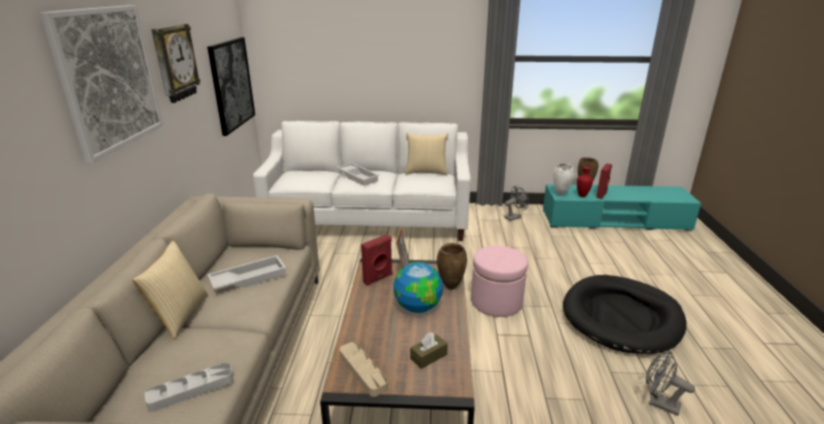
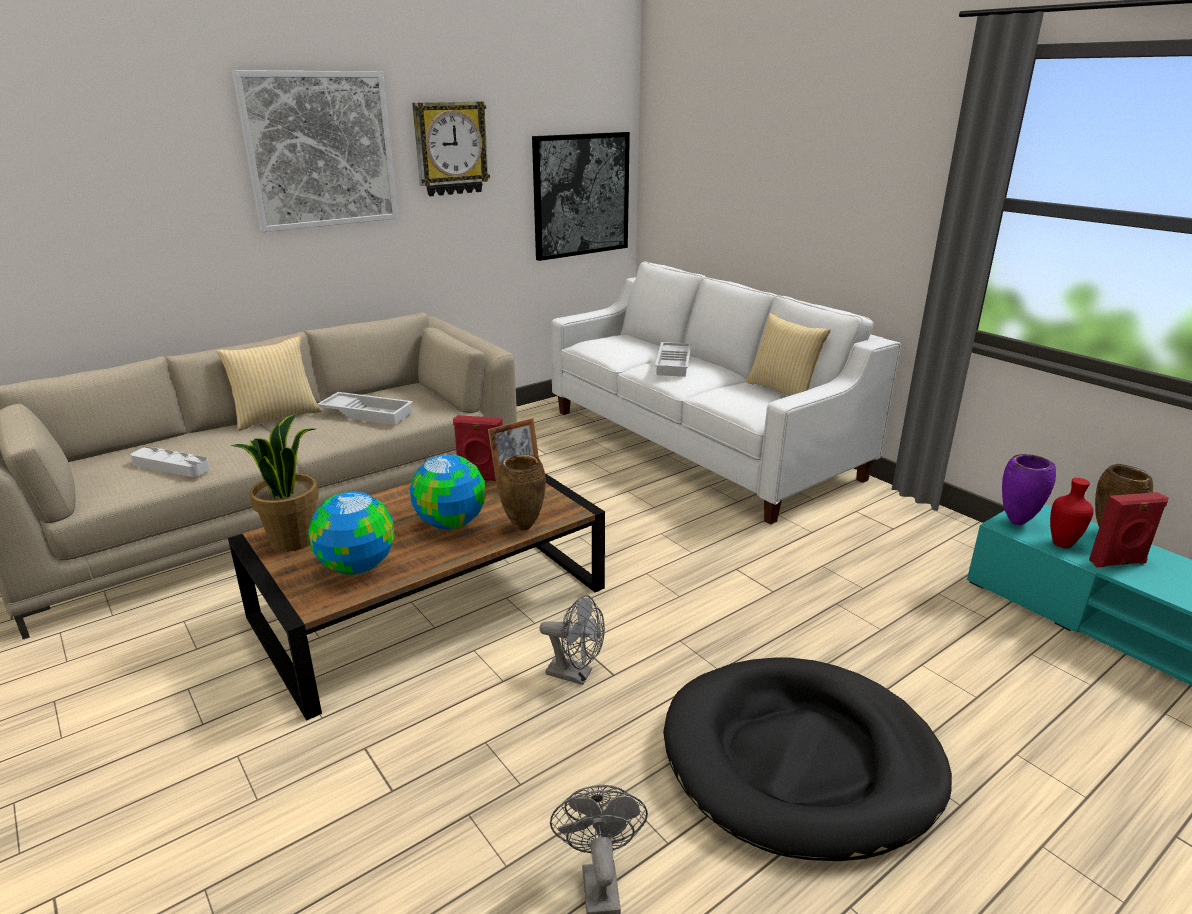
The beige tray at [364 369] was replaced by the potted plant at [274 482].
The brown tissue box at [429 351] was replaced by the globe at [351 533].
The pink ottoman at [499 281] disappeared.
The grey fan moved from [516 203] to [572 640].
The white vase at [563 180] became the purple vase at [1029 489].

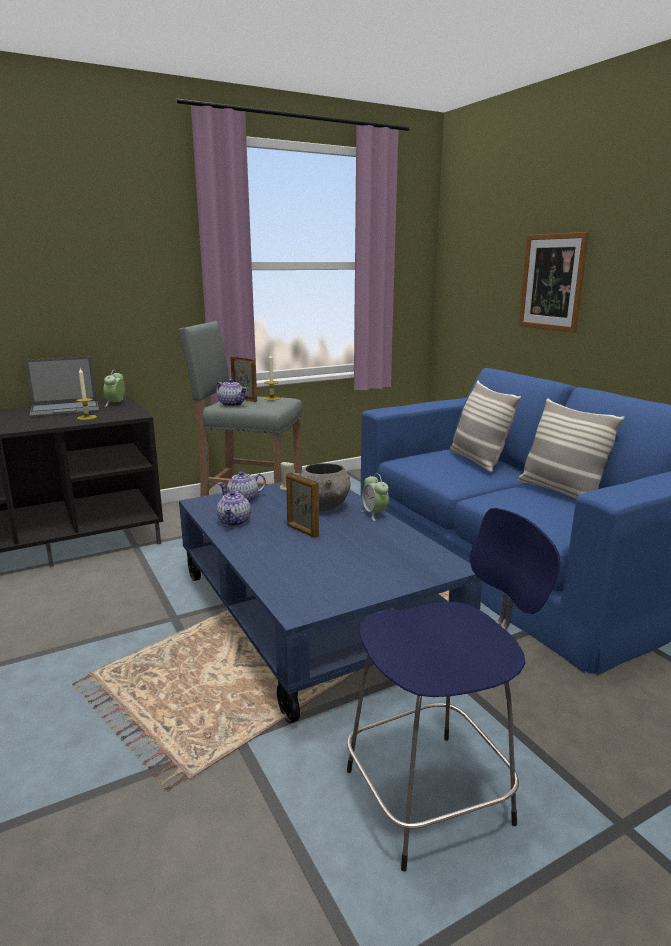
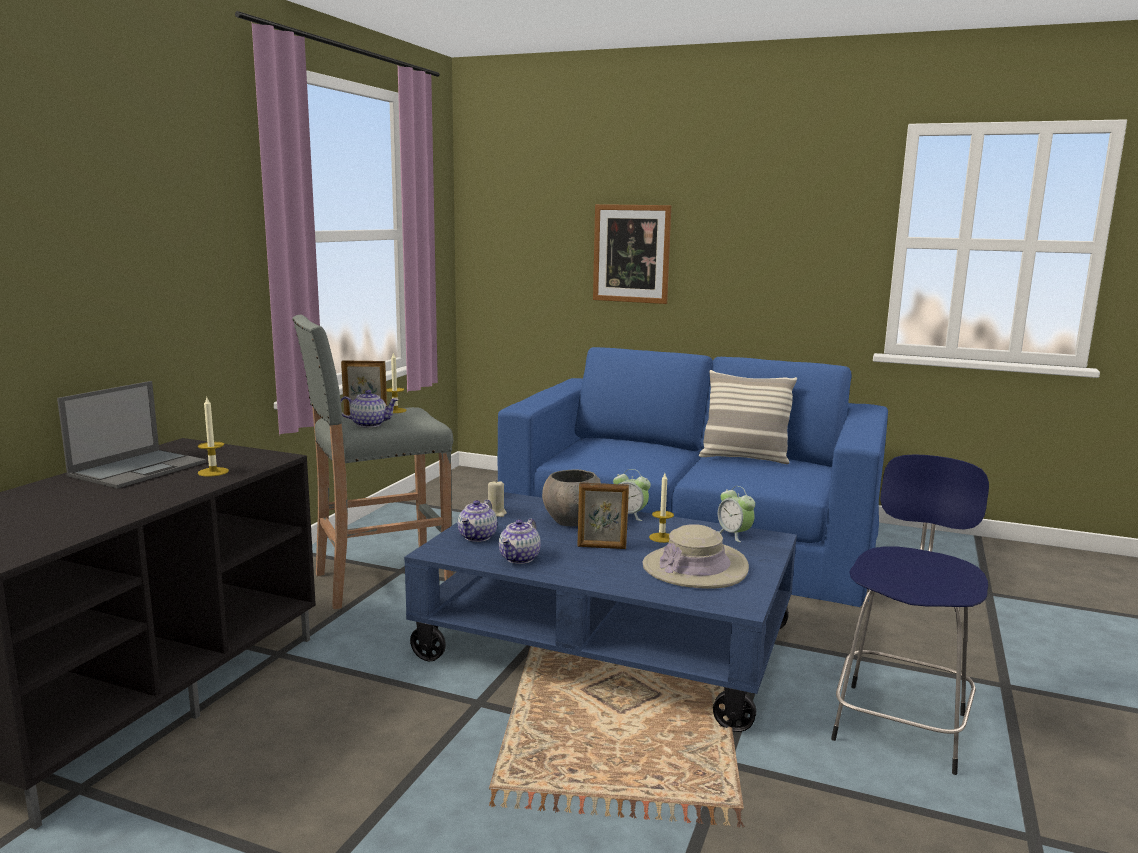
The alarm clock moved from [114 388] to [736 514].
The teapot at [234 507] turned 60 degrees clockwise.
The pillow at [485 427] disappeared.
The beige hat at [695 556] appeared.
The candle at [661 508] appeared.

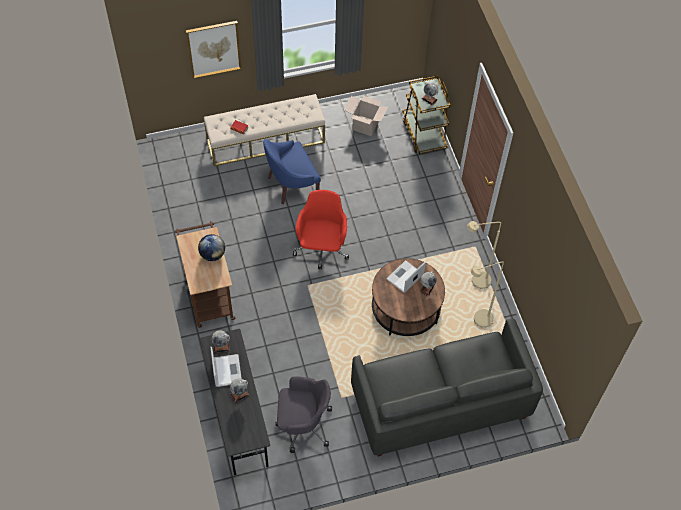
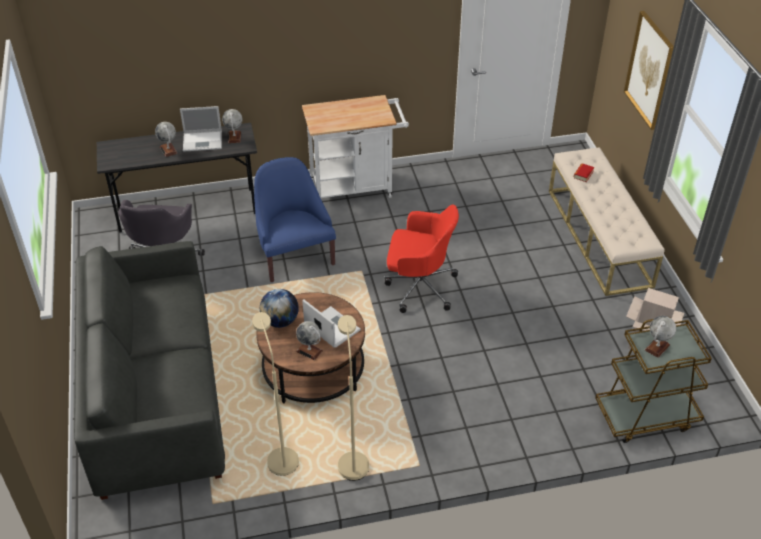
The brown cart at [205 274] became the white cart at [355 146].
The globe moved from [211 247] to [279 308].
The blue armchair moved from [292 171] to [295 219].

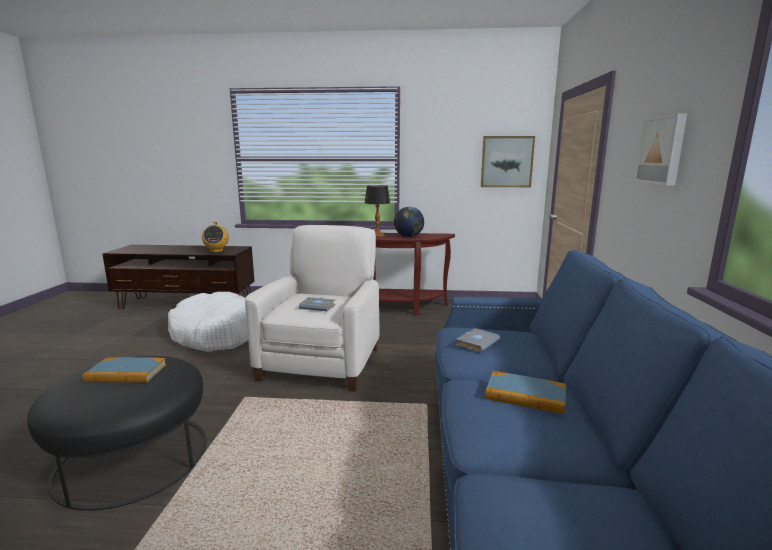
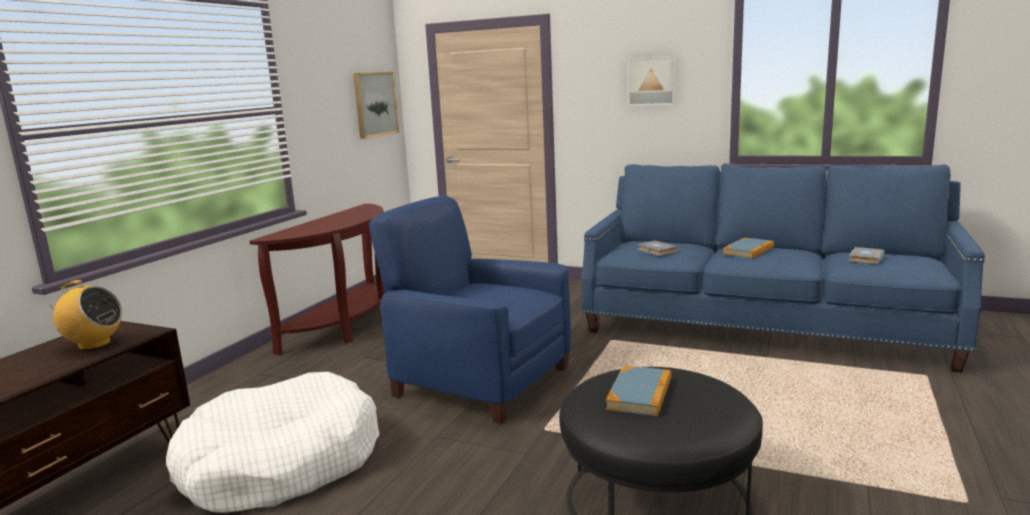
The white armchair at [312 308] became the blue armchair at [470 310].
The grey book moved from [317 304] to [867 255].
The table lamp at [377 211] disappeared.
The globe at [409 222] disappeared.

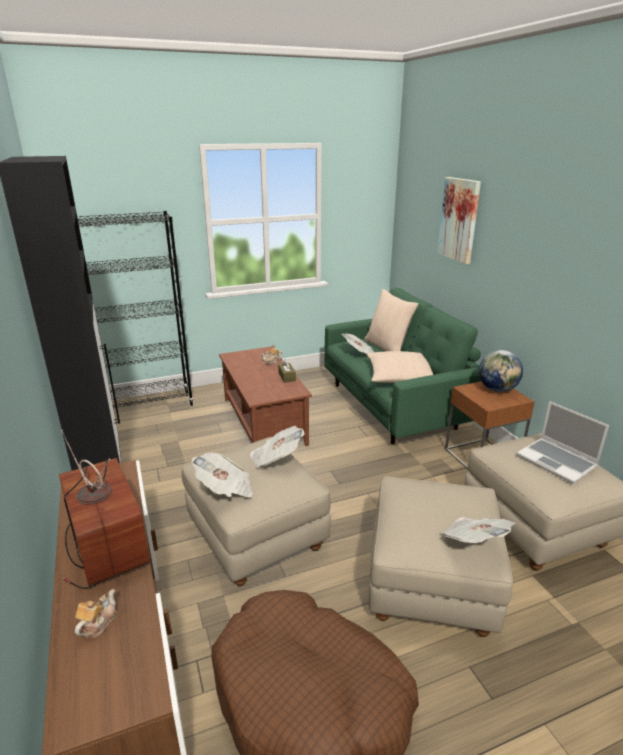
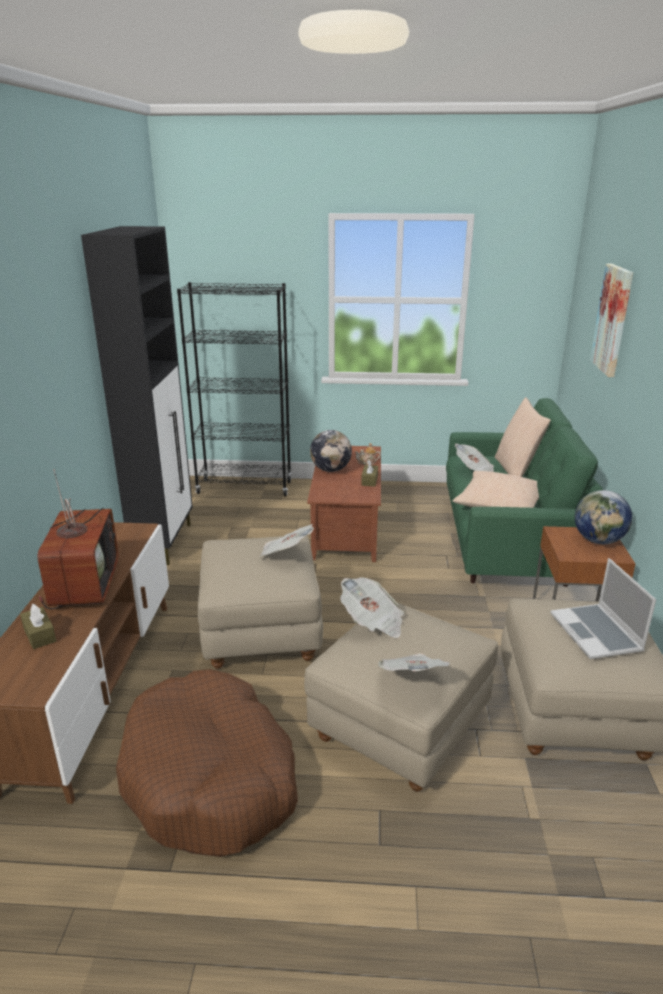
The teapot at [96 613] was replaced by the brown tissue box at [38 626].
The newspaper moved from [222 475] to [372 607].
The globe at [331 451] appeared.

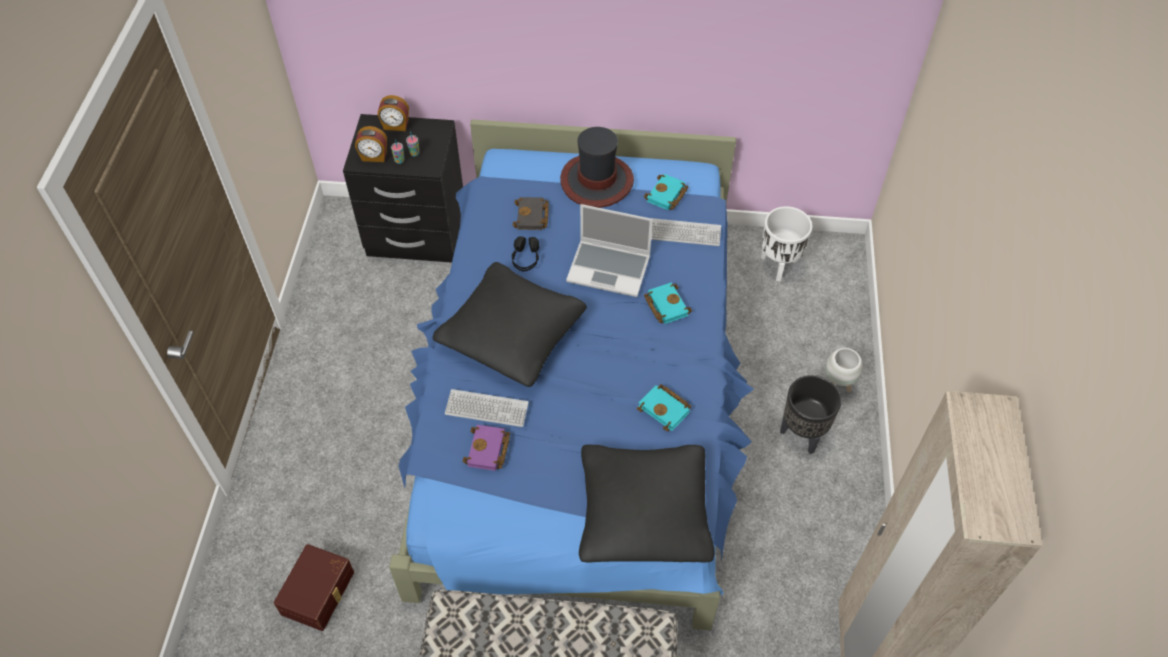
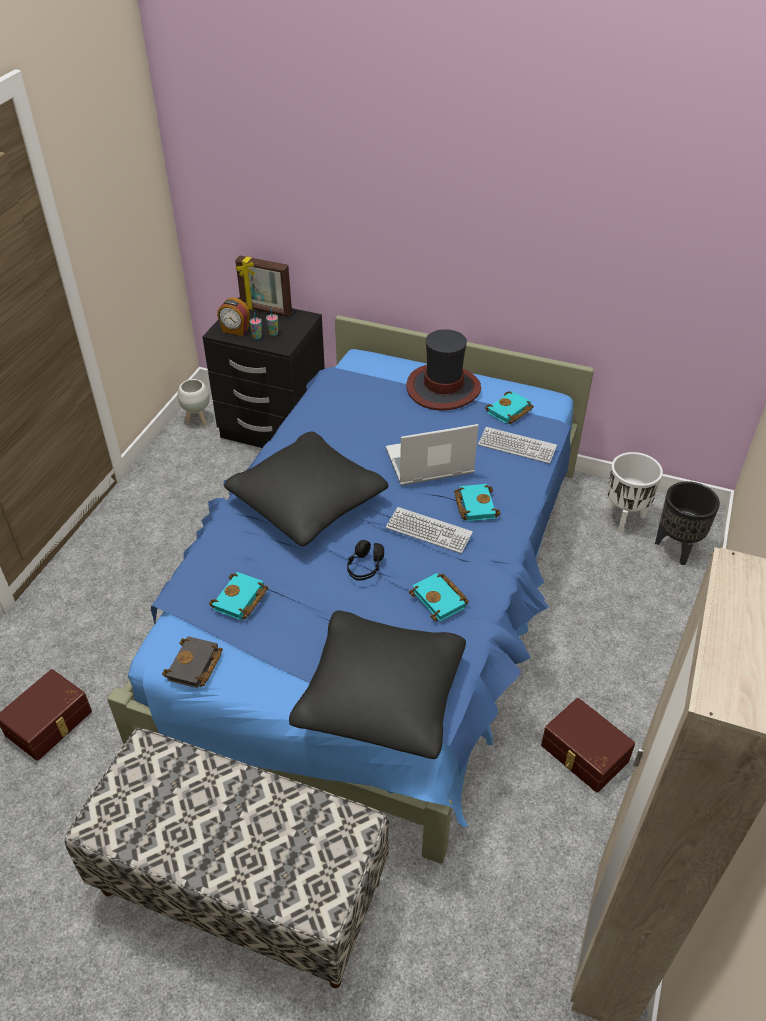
The alarm clock at [393 113] was replaced by the picture frame at [263 286].
The keyboard moved from [487 408] to [429 530].
The purple book at [486 448] became the turquoise book at [238 596].
The black headphones moved from [525 254] to [365 560].
The black book moved from [531 213] to [192 662].
The laptop at [609 250] turned 135 degrees clockwise.
The black planter moved from [811 414] to [687 523].
The white planter moved from [844 370] to [194 402].
The brown storage box at [588 745] appeared.

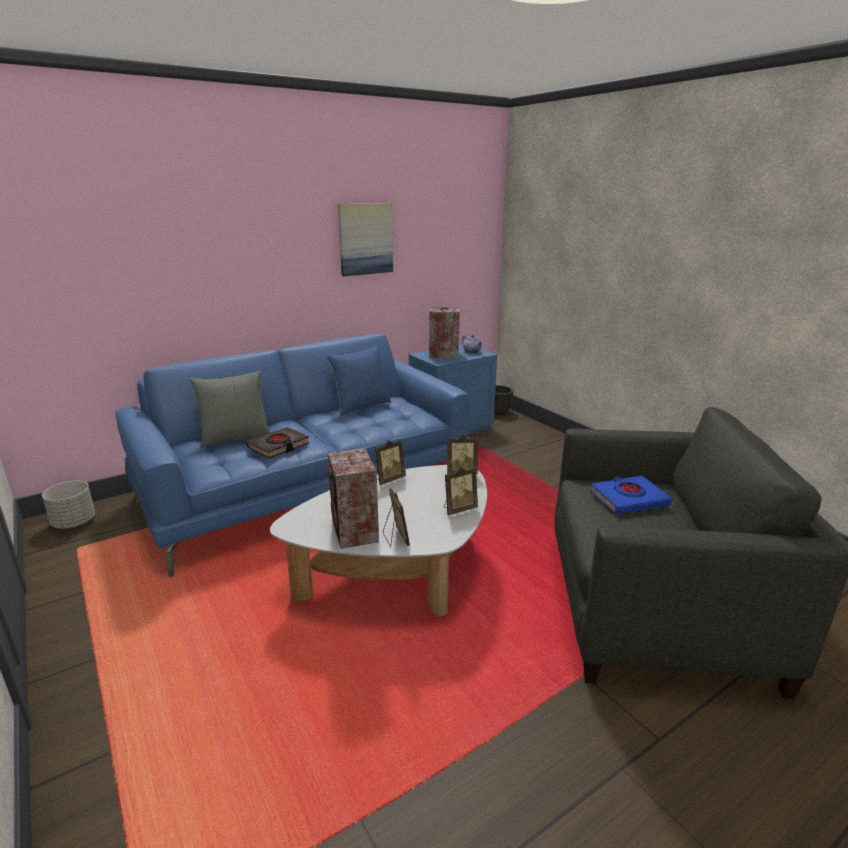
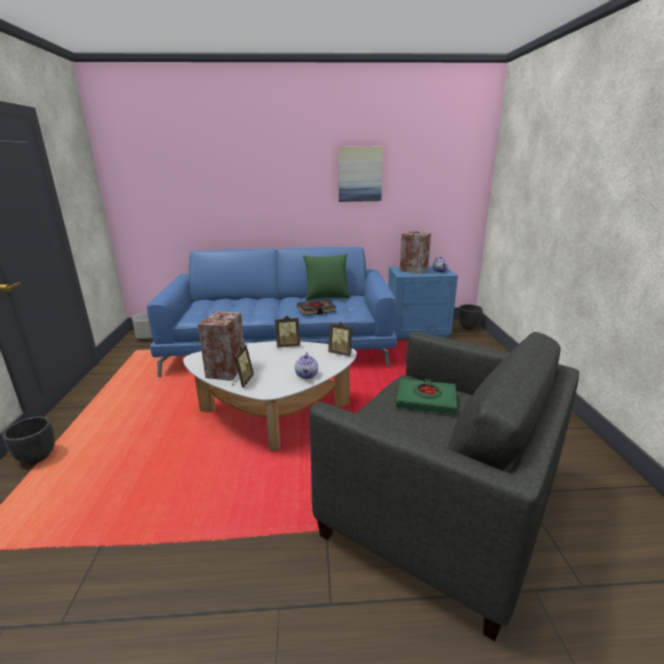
The grey pillow at [229 409] disappeared.
The black book moved from [278 442] to [316 307].
The blue pillow at [358 380] became the green pillow at [326 277].
The picture frame at [461 491] was replaced by the teapot at [306 365].
The blue book at [631 495] became the green book at [426 396].
The black planter at [28 440] appeared.

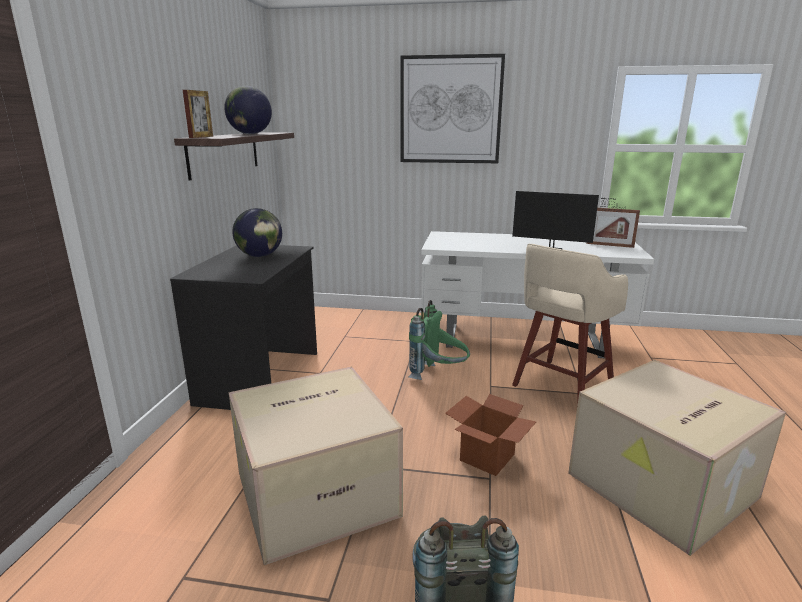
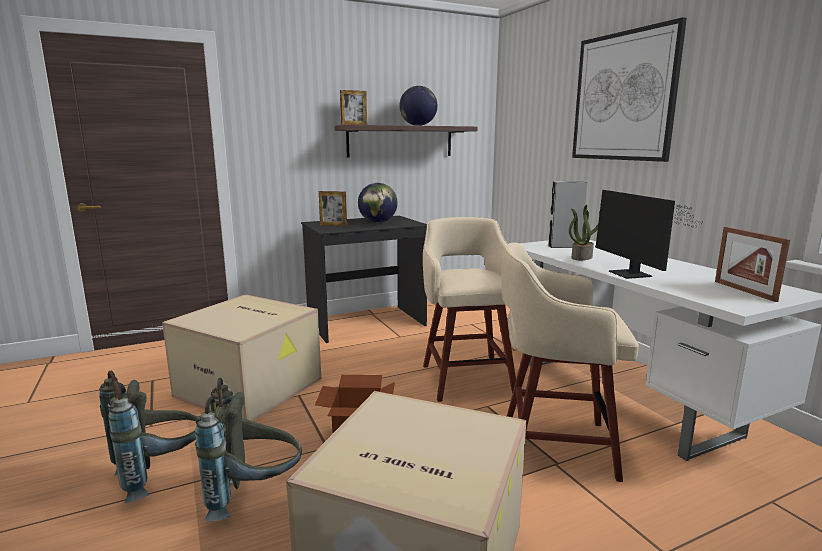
The green backpack at [439 340] was replaced by the beige stool at [469 309].
The grey backpack at [248 449] appeared.
The picture frame at [333 208] appeared.
The grey speaker at [567 215] appeared.
The potted plant at [584 232] appeared.

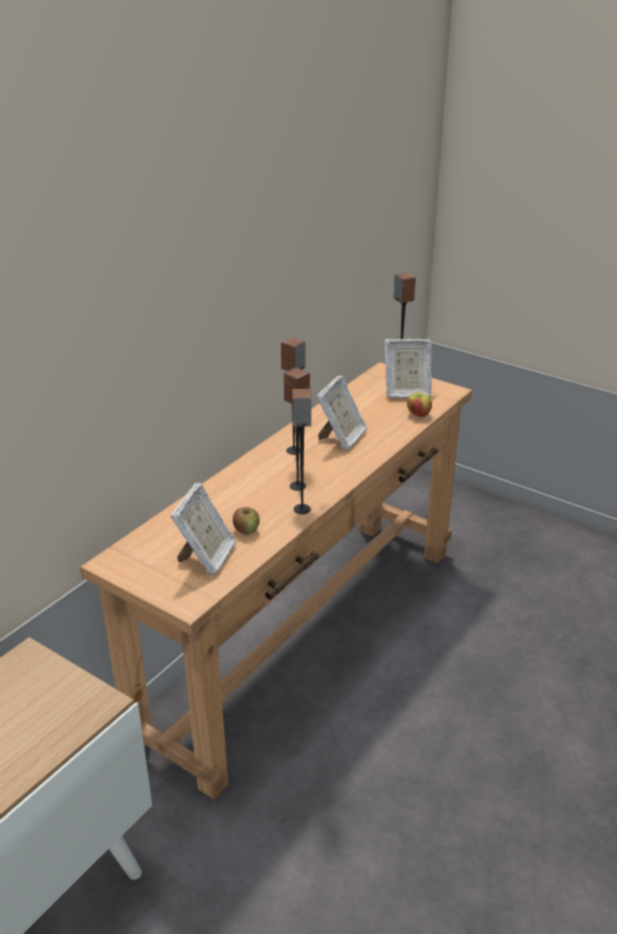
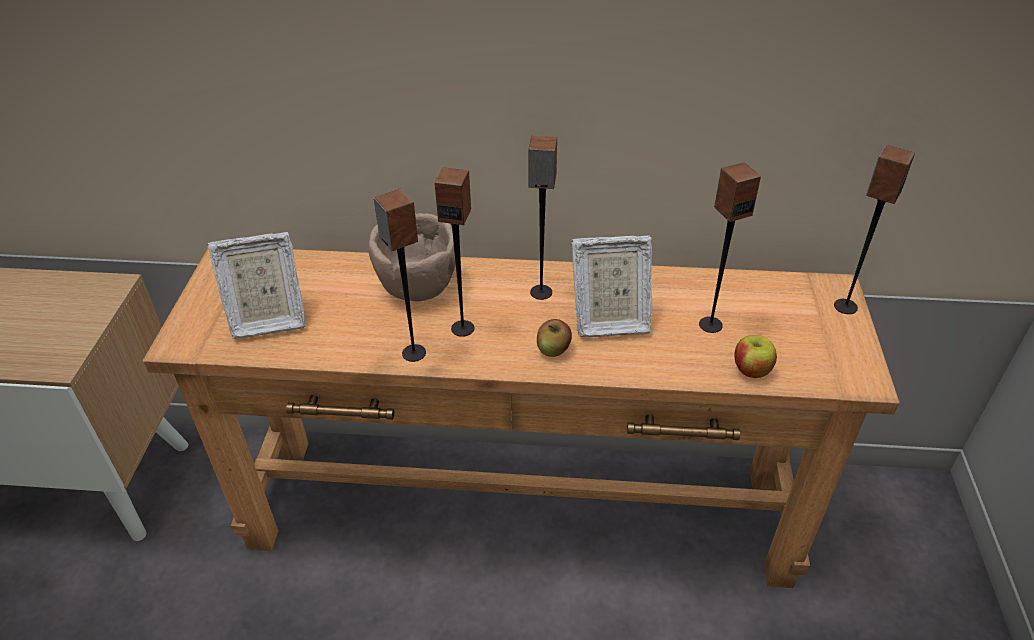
The apple moved from [246 521] to [554 338].
The picture frame at [408 369] disappeared.
The brown bowl at [412 257] appeared.
The speaker at [730 247] appeared.

